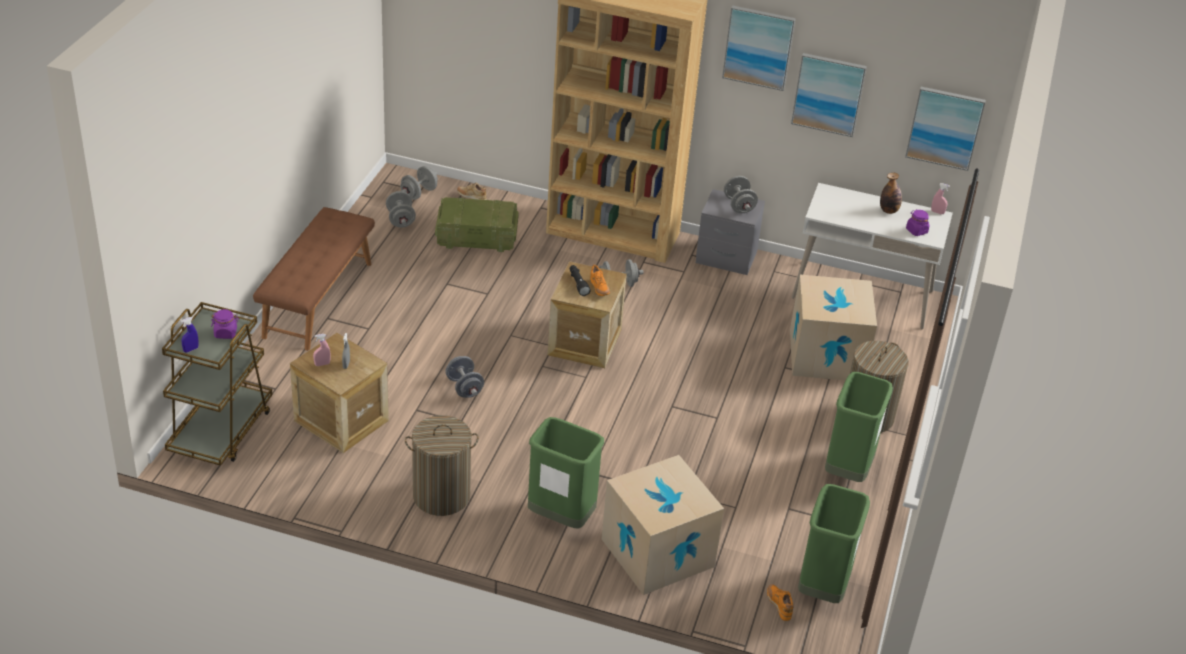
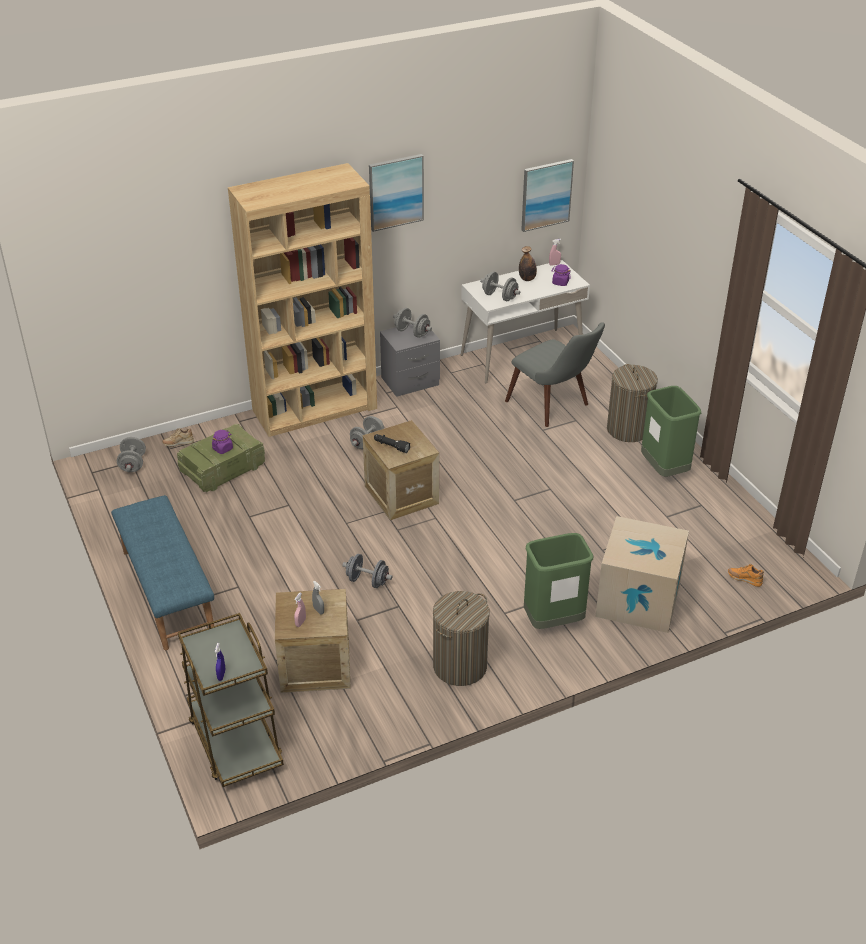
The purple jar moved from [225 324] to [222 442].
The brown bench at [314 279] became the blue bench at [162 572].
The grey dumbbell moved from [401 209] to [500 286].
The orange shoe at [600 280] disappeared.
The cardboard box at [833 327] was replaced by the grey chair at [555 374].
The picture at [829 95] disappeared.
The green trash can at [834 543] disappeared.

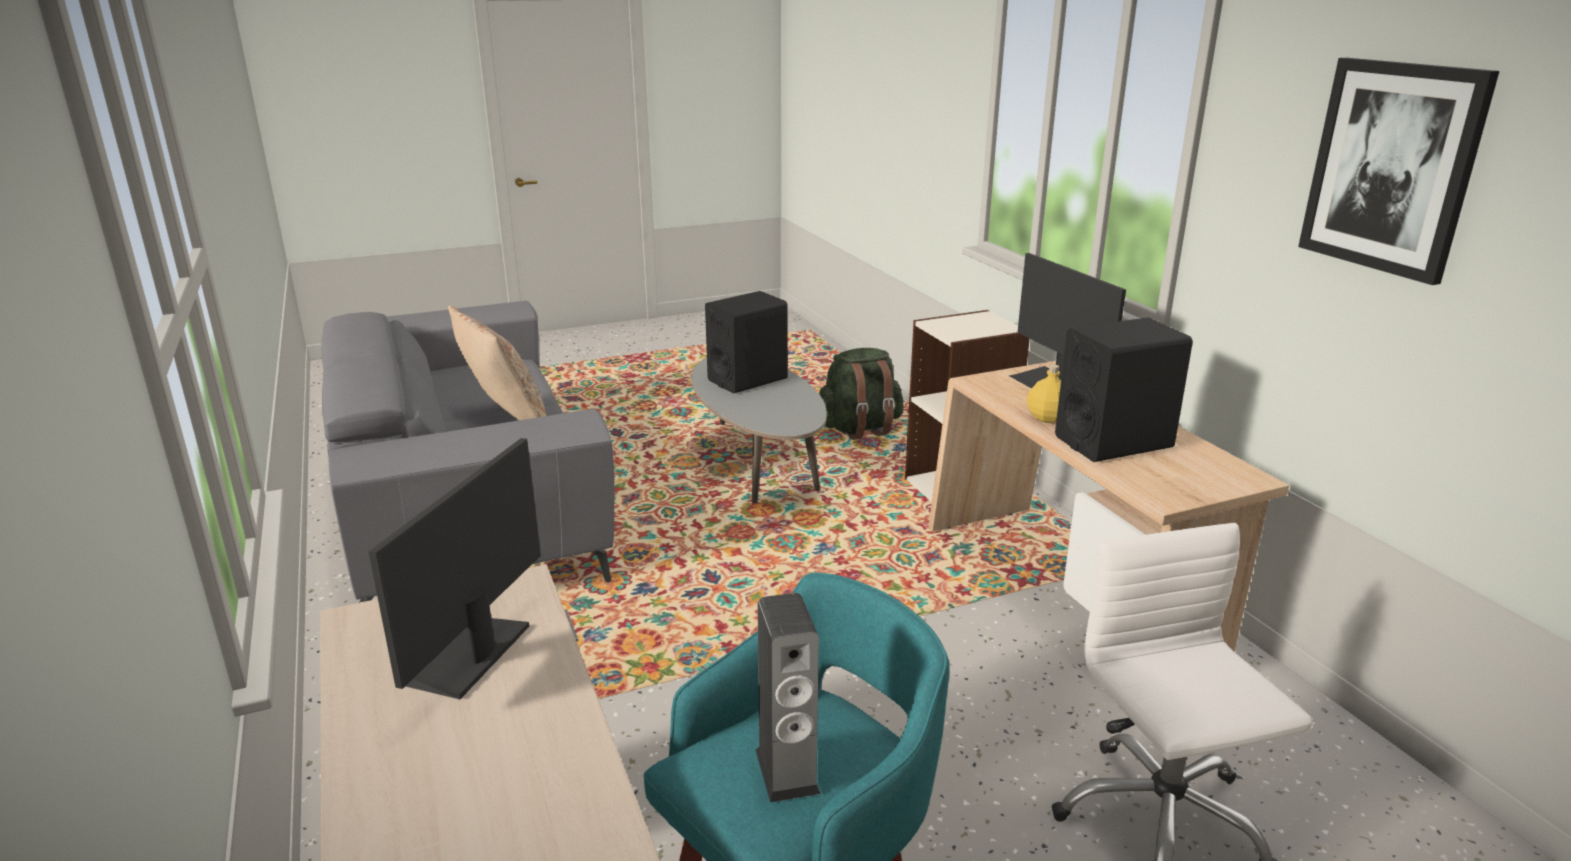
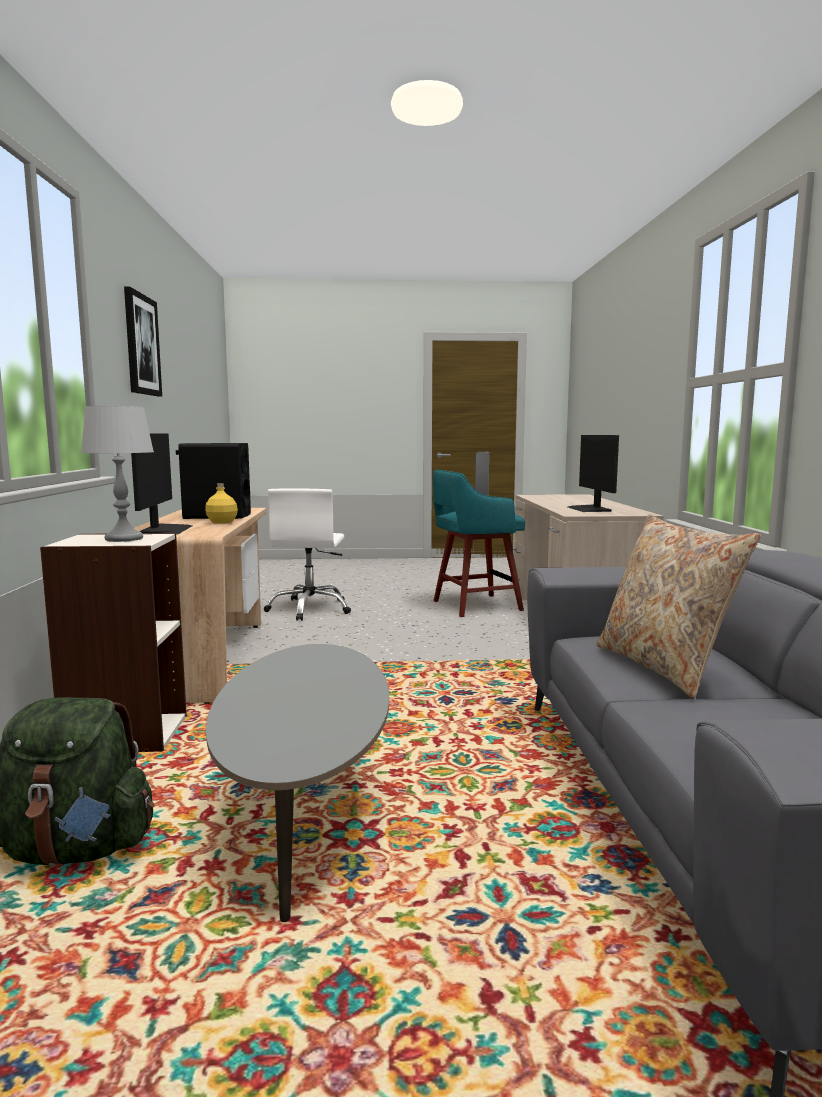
The monitor at [455 568] turned 135 degrees clockwise.
The black speaker at [746 342] disappeared.
The grey table lamp at [117 474] appeared.

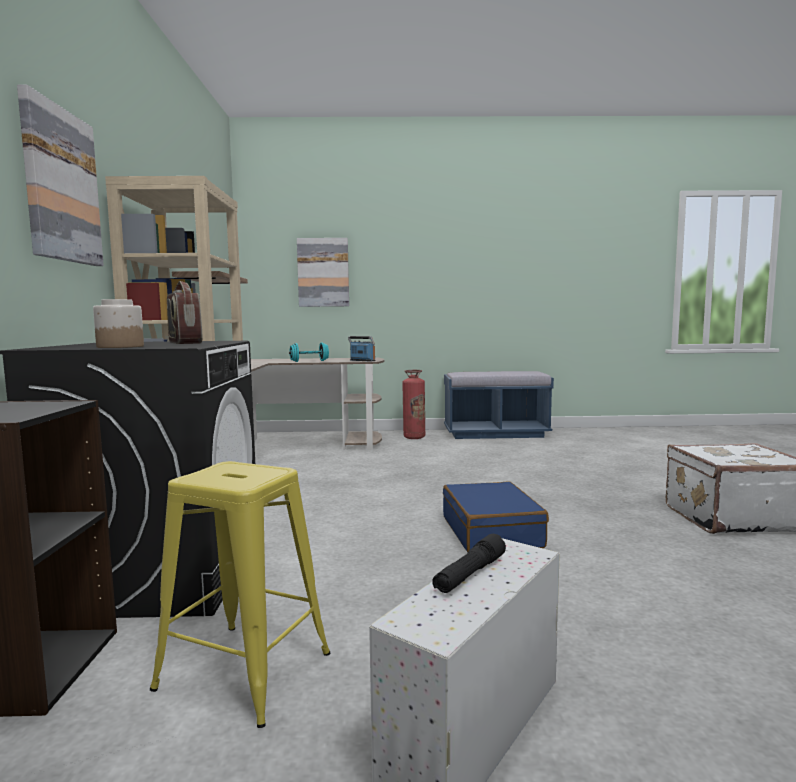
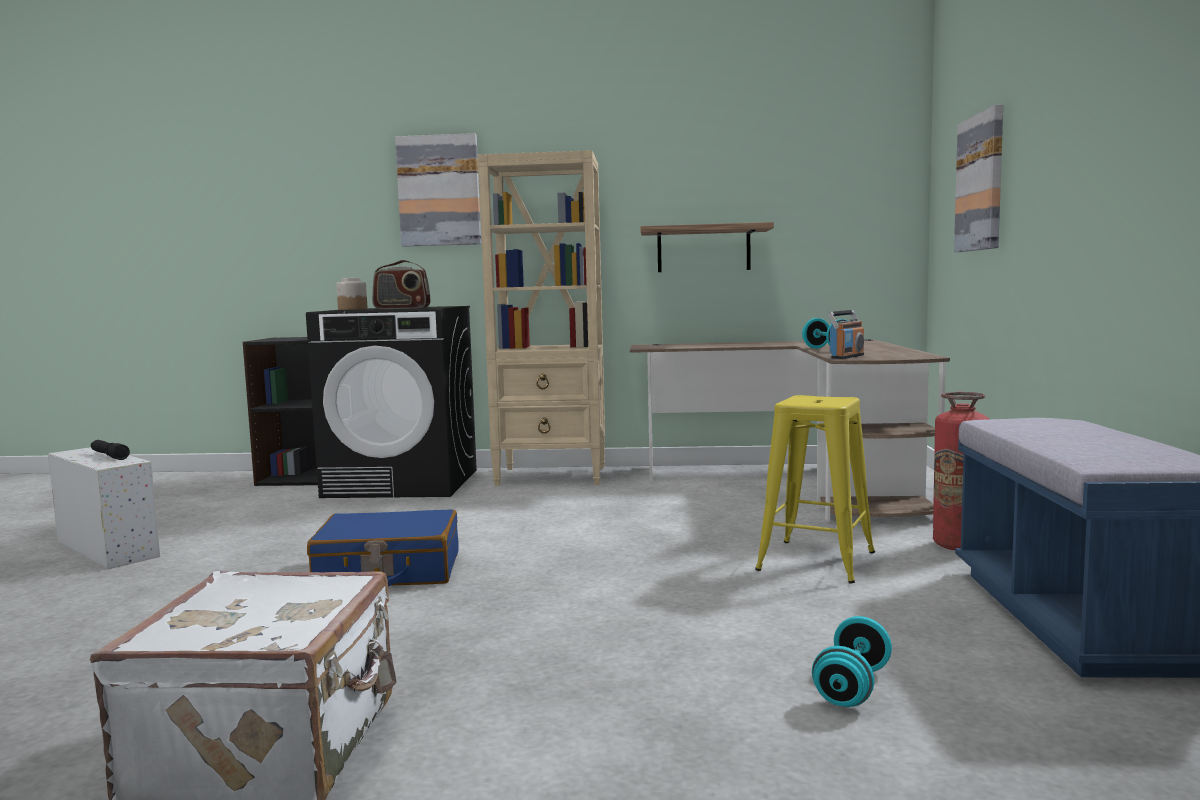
The yellow stool moved from [240 594] to [815 489].
The radio at [184 312] turned 150 degrees counterclockwise.
The turquoise dumbbell at [852 661] appeared.

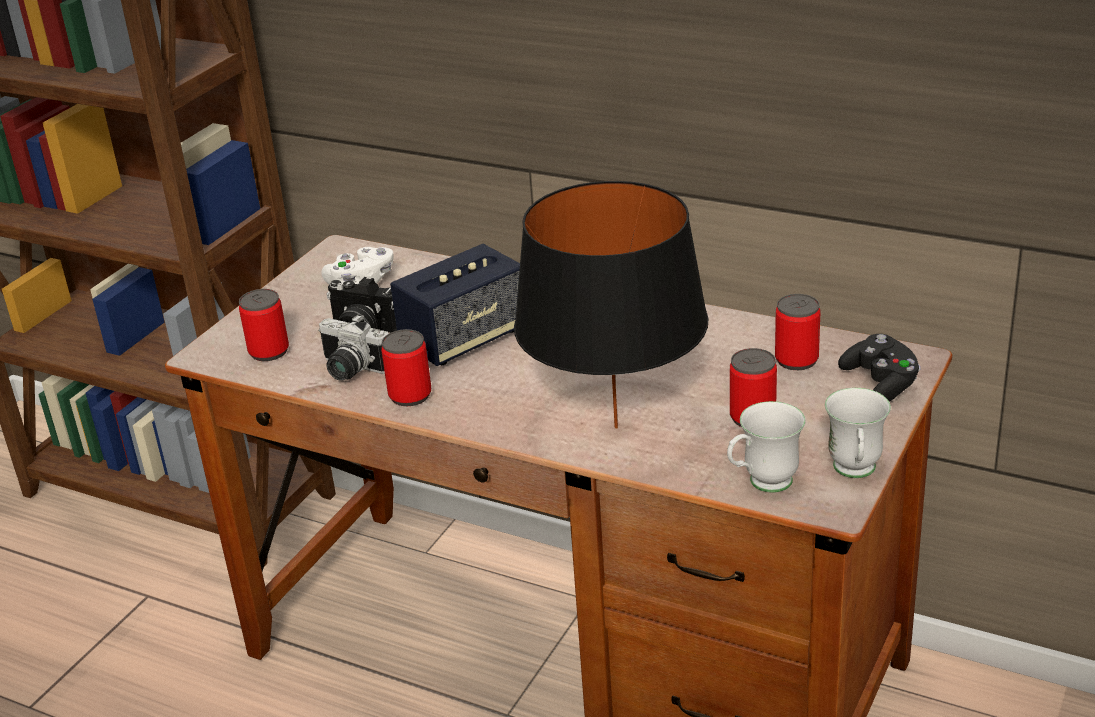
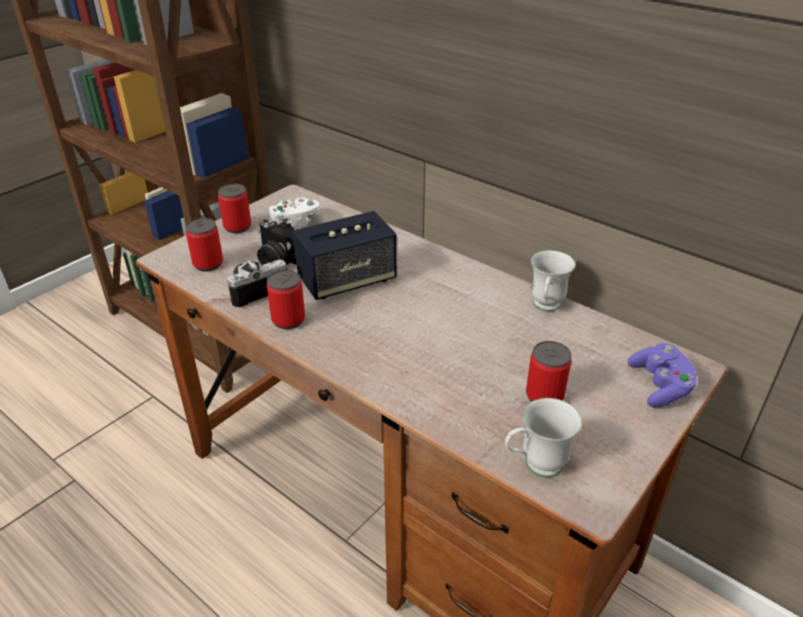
The photo camera at [353 347] turned 105 degrees clockwise.
The black table lamp at [611 305] disappeared.
The can moved from [797 332] to [234 208].
The white mug moved from [858 433] to [553 280].
The black game controller at [879 368] became the purple game controller at [663 375].

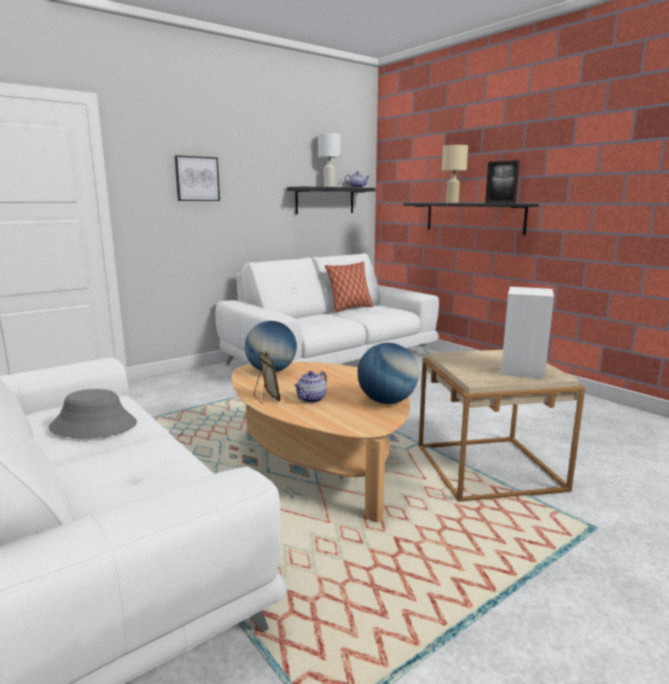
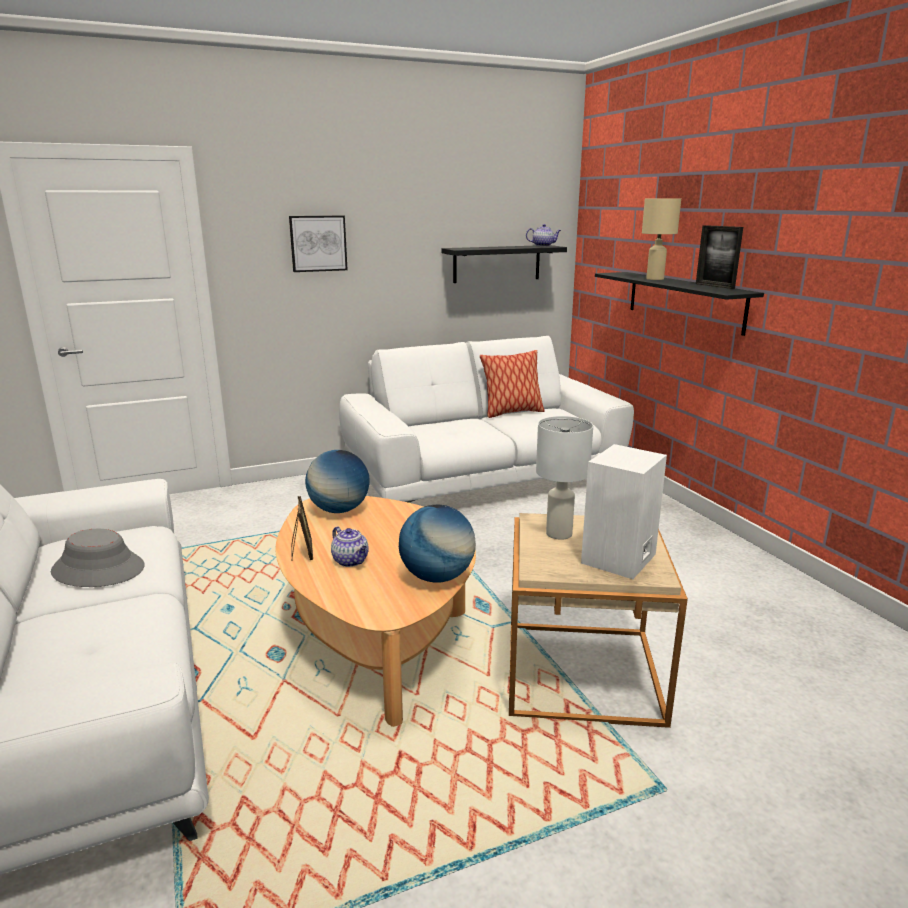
The teapot at [310 387] turned 90 degrees counterclockwise.
The white table lamp moved from [329 160] to [564 478].

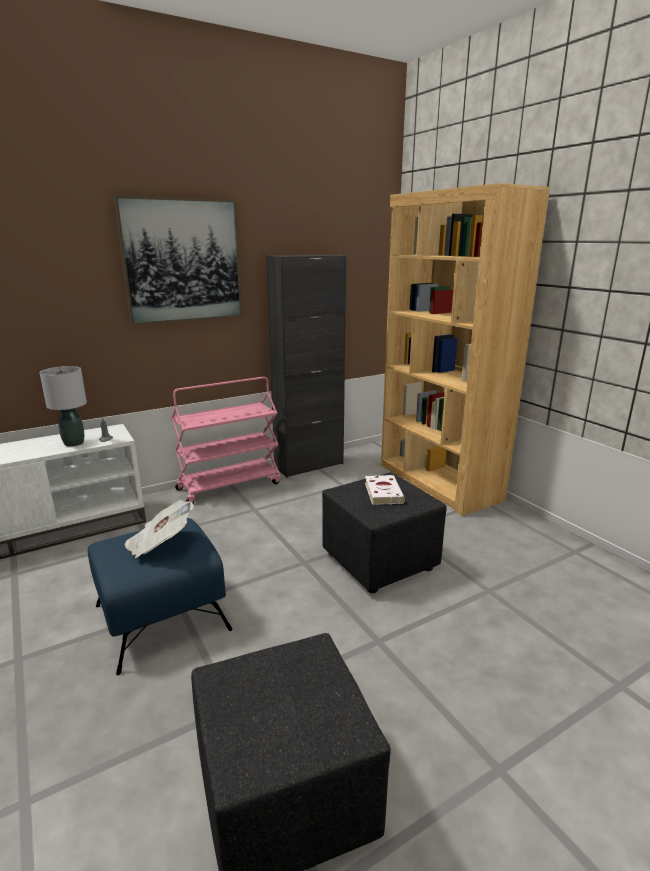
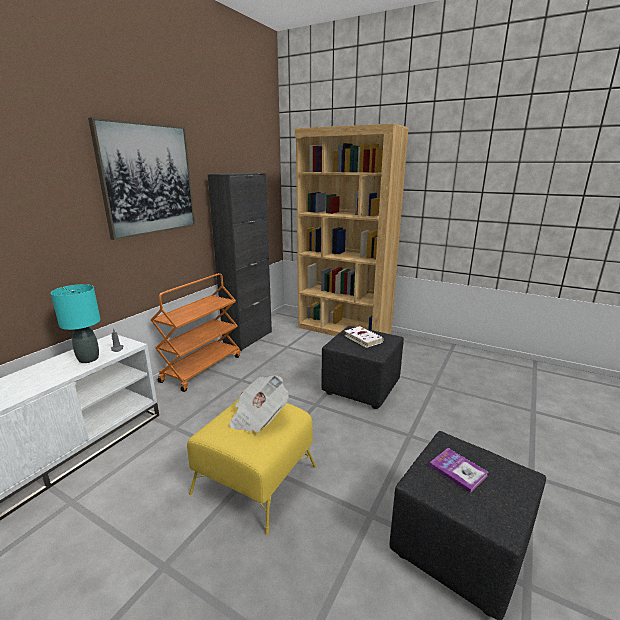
The grey table lamp at [63 406] became the turquoise table lamp at [76 323].
The blue ottoman at [160 596] became the yellow ottoman at [252 466].
The pink cart at [226 440] became the orange cart at [195 332].
The book at [459 470] appeared.

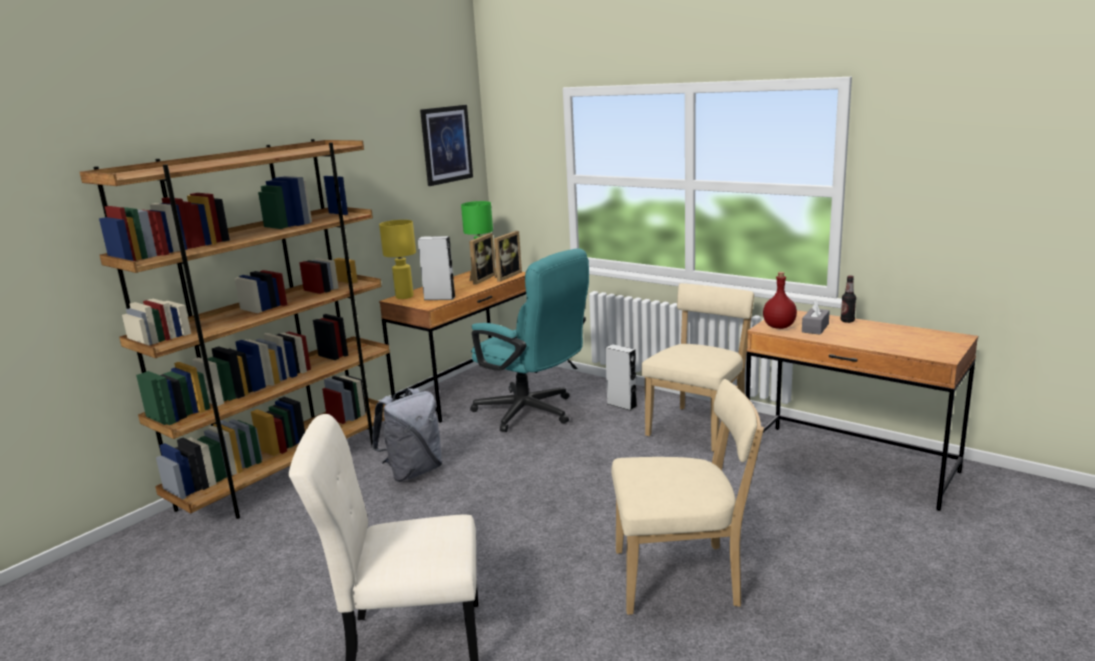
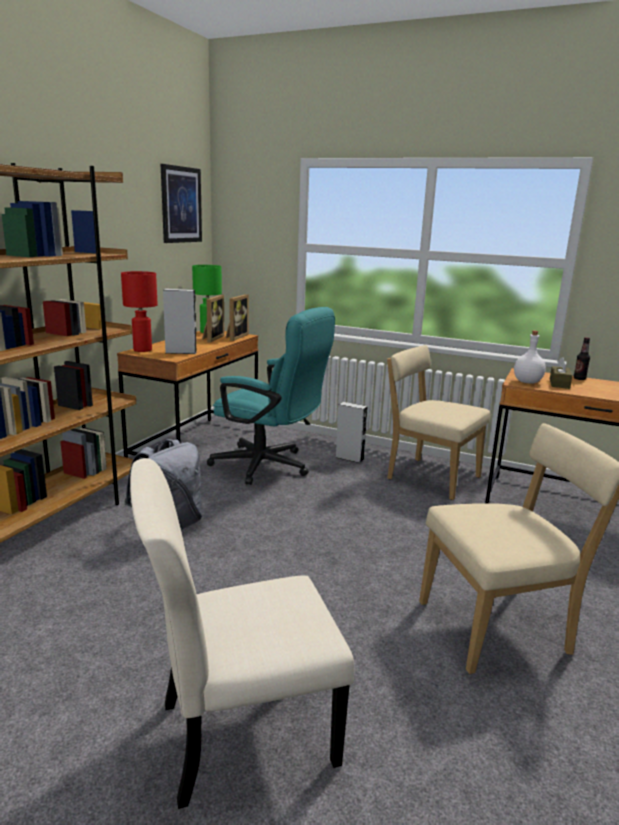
The yellow table lamp at [397 259] became the red table lamp at [139 311].
The beige chair at [698 367] turned 75 degrees counterclockwise.
The red bottle at [780 300] became the white bottle at [530 357].
The grey tissue box at [816 317] became the brown tissue box at [561 373].

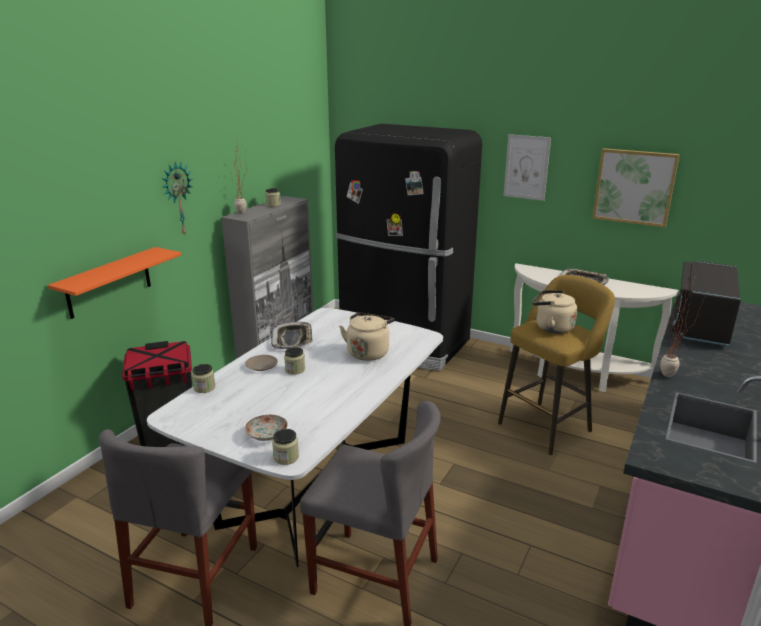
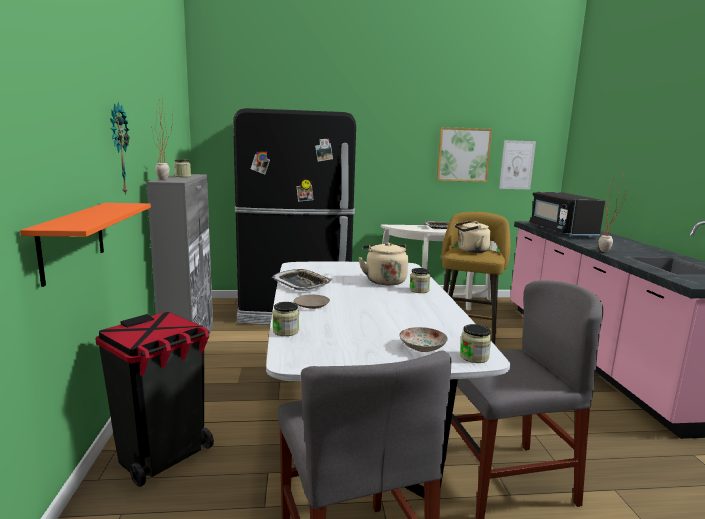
The jar moved from [294 361] to [419 280].
The picture moved from [527 167] to [517 164].

